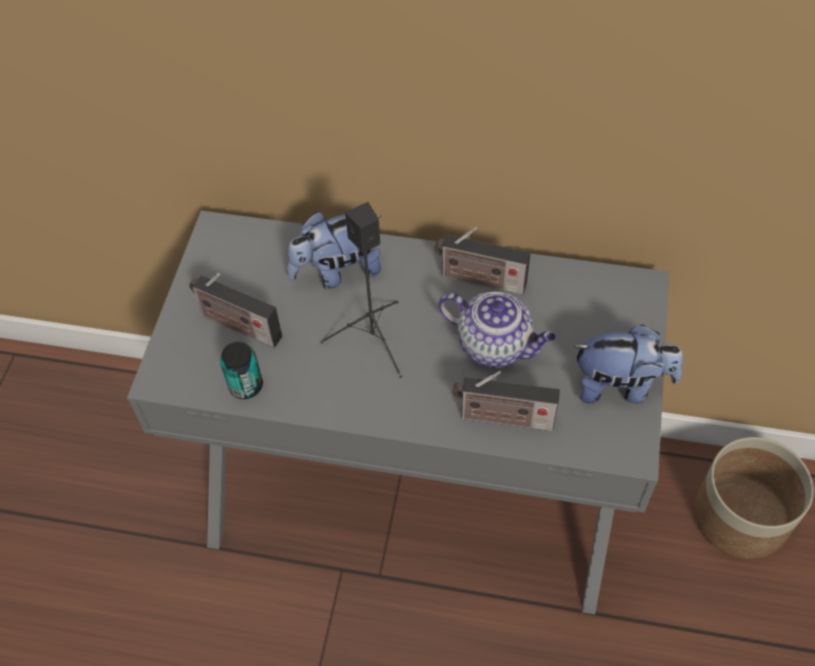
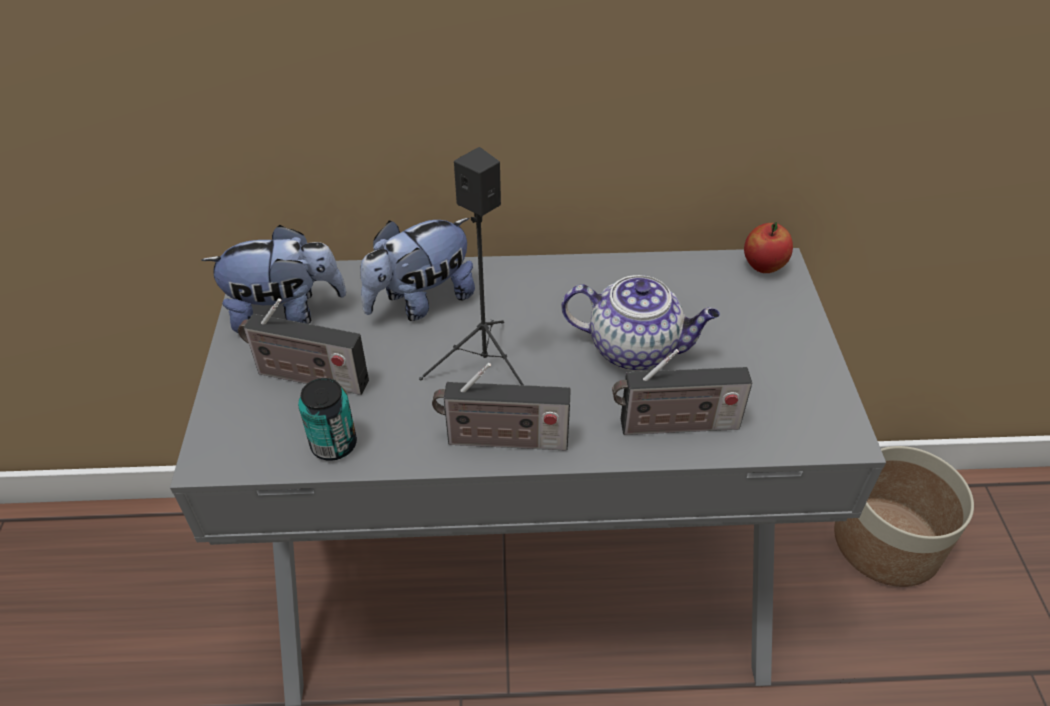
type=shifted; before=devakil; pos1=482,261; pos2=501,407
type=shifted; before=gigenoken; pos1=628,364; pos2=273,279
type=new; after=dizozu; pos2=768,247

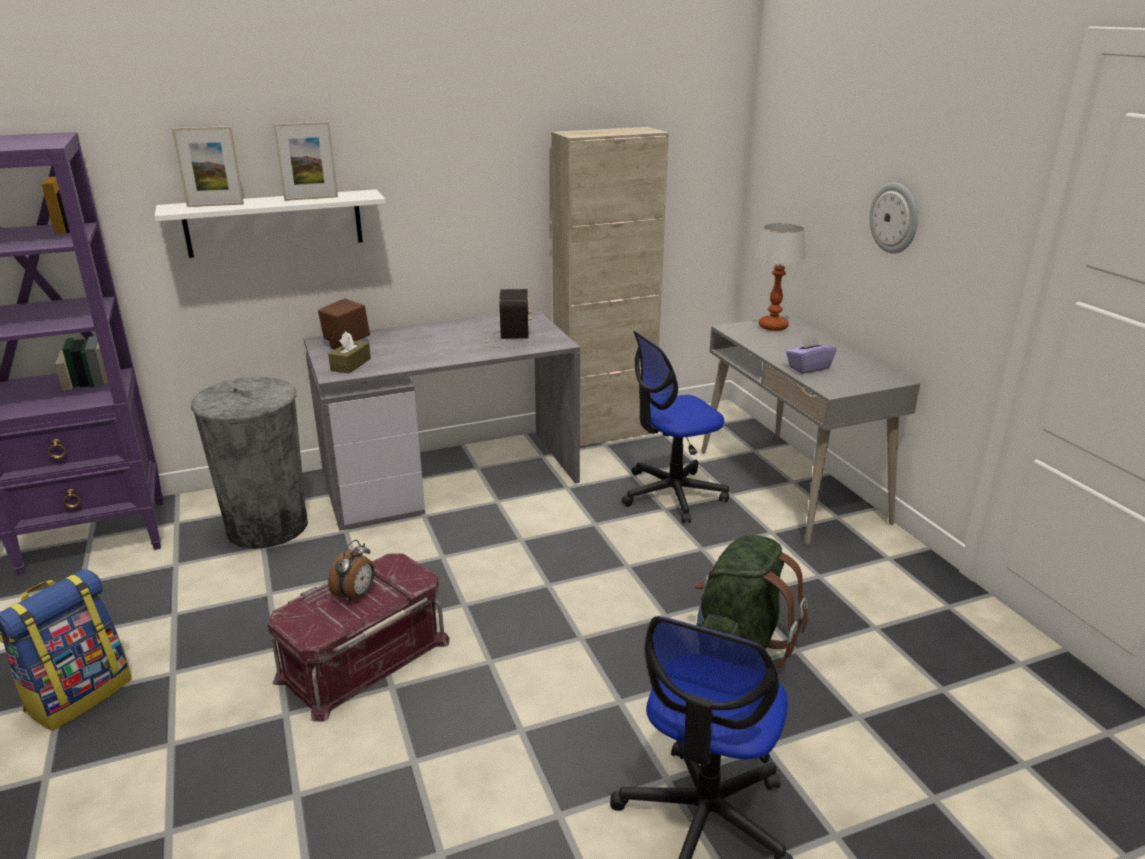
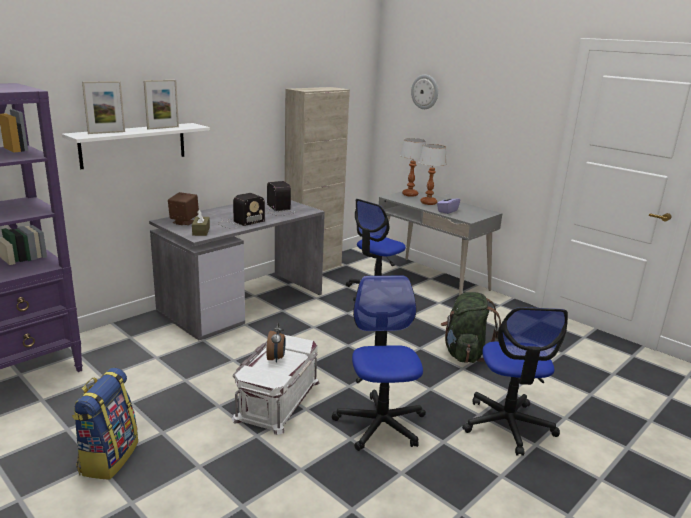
type=gone; before=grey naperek; pos1=249,463
type=repainted; before=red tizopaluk; after=white tizopaluk; pos1=358,637; pos2=276,385
type=shifted; before=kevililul; pos1=893,218; pos2=424,92
type=new; after=devakil; pos2=241,211
type=new; after=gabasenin; pos2=379,363
type=new; after=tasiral; pos2=433,174

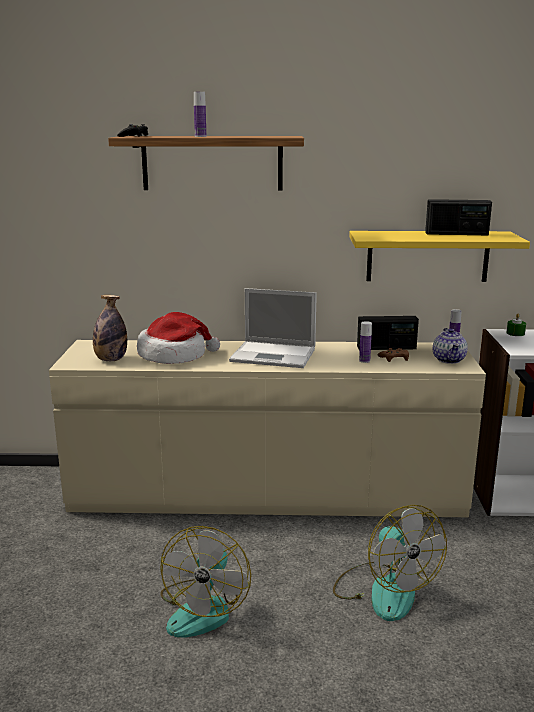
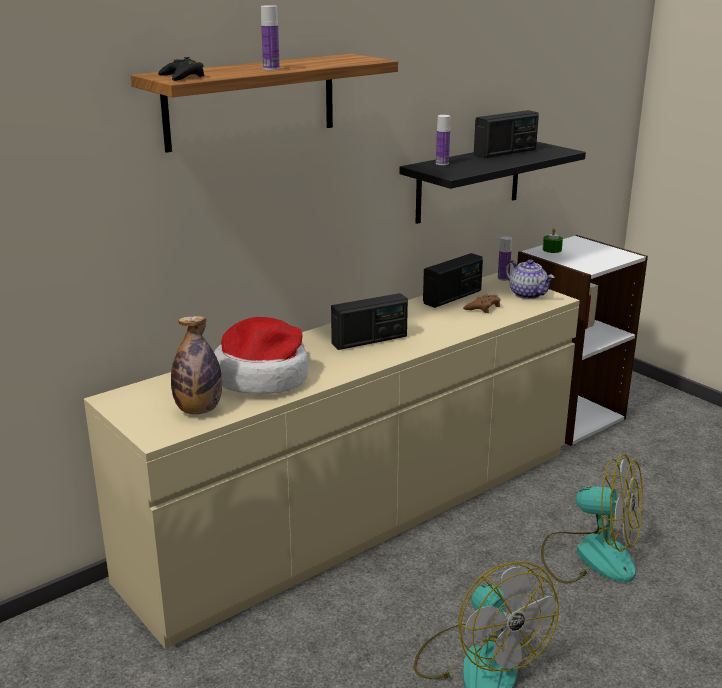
type=swapped; before=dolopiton; after=devakil; pos1=273,328; pos2=369,321
type=repainted; before=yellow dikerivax; after=black dikerivax; pos1=439,256; pos2=492,183
type=shifted; before=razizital; pos1=365,342; pos2=443,140

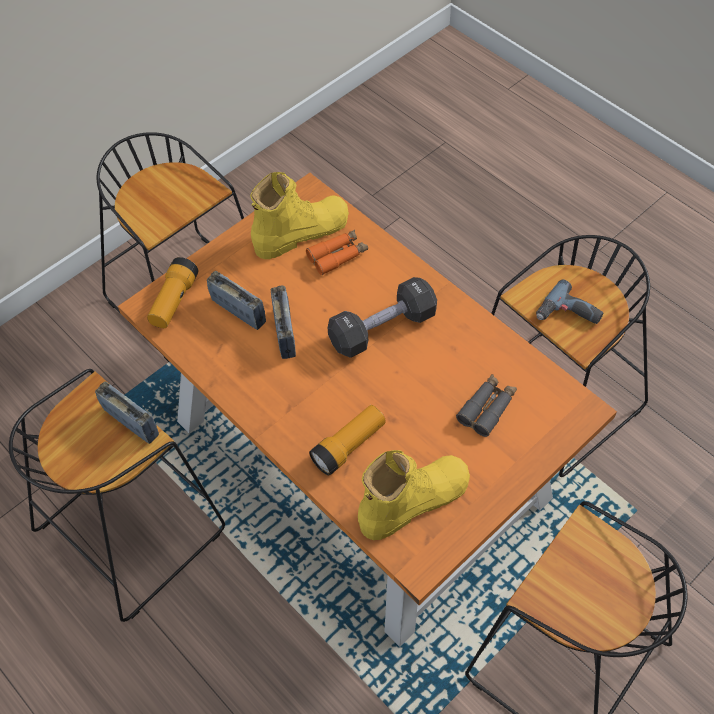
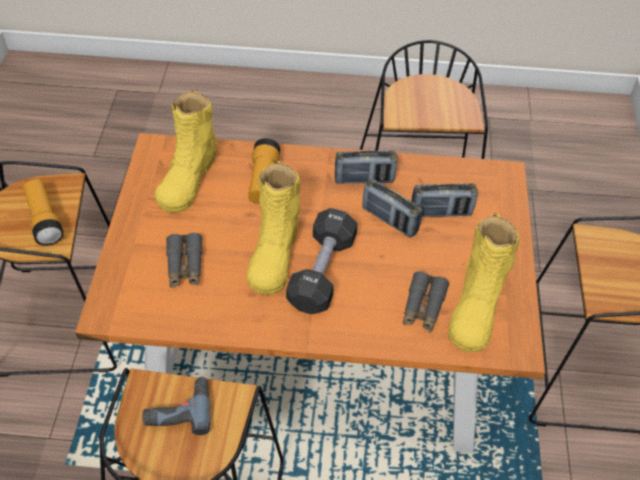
type=shifted; before=devakil; pos1=127,413; pos2=366,167
type=shifted; before=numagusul; pos1=172,292; pos2=43,212
type=repainted; before=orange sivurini; after=grey sivurini; pos1=337,252; pos2=426,302
type=new; after=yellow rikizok; pos2=273,228

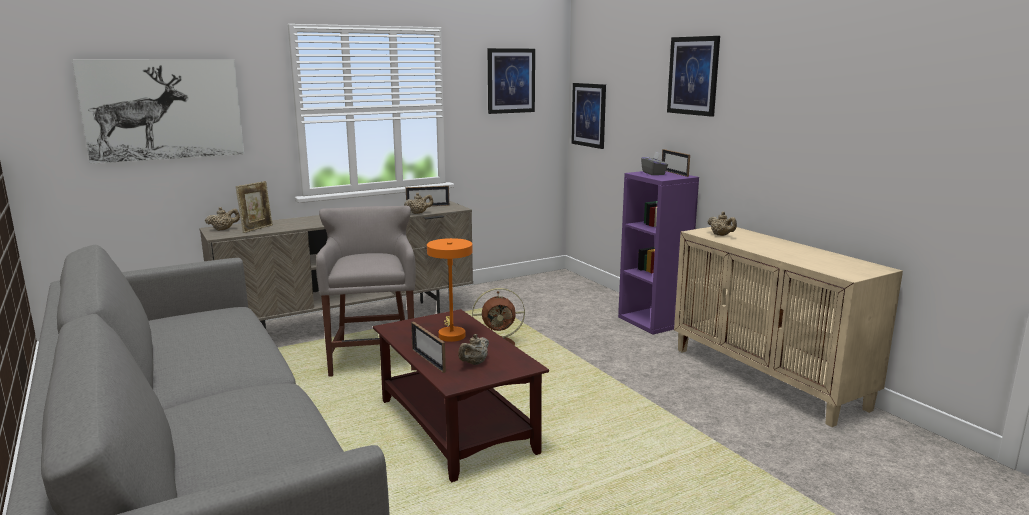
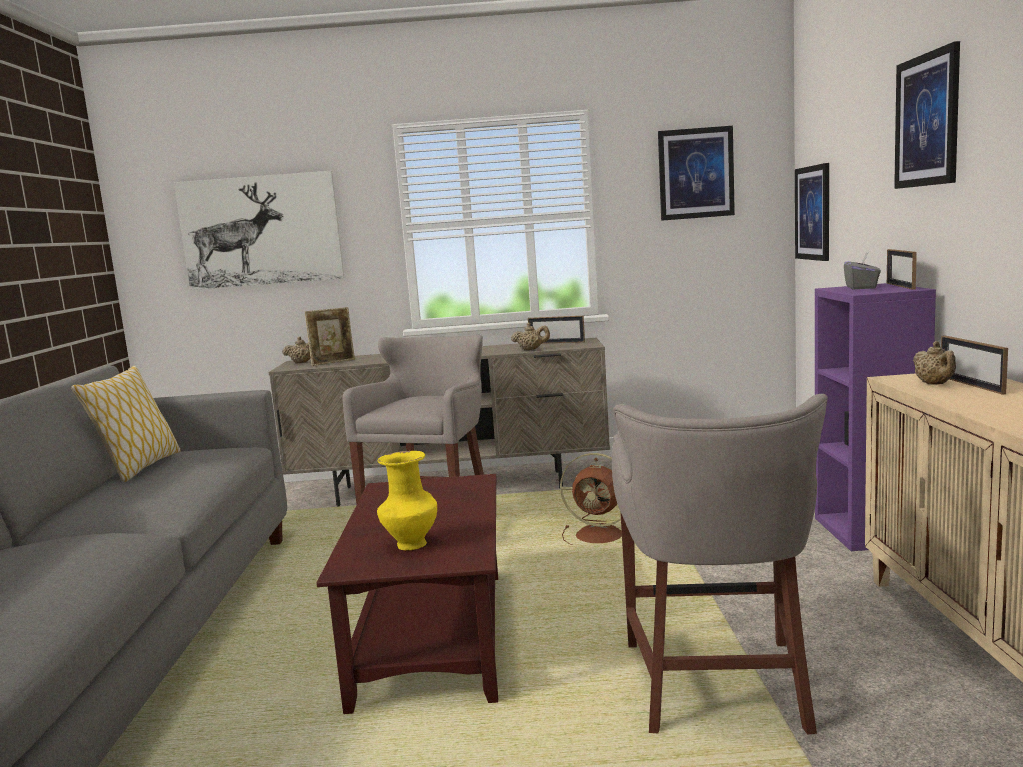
type=shifted; before=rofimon; pos1=428,347; pos2=974,365
type=gone; before=orange tasiral; pos1=450,290
type=swapped; before=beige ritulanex; after=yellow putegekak; pos1=473,349; pos2=407,500
type=new; after=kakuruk; pos2=125,423
type=new; after=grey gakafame; pos2=720,564

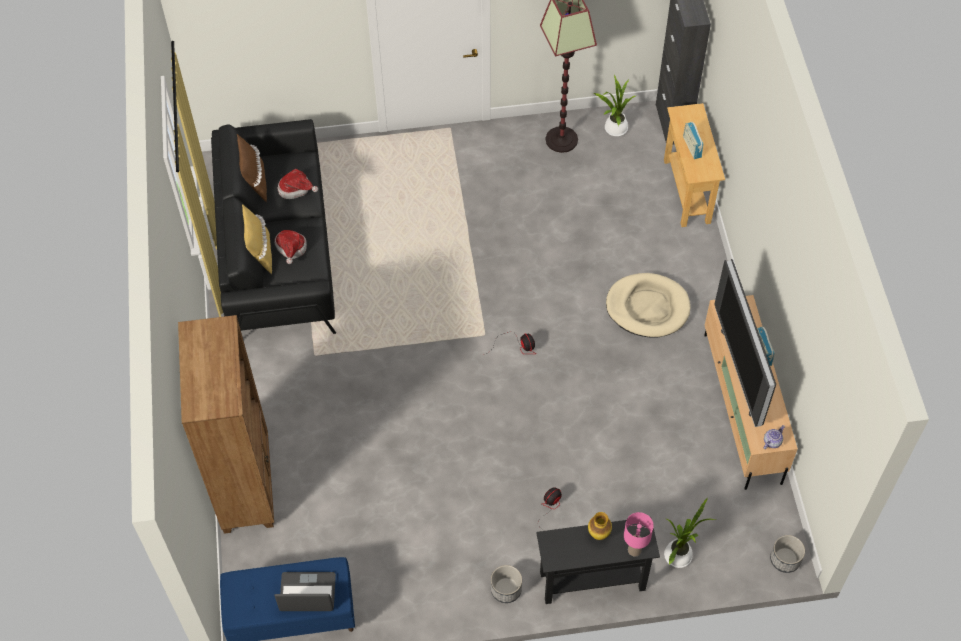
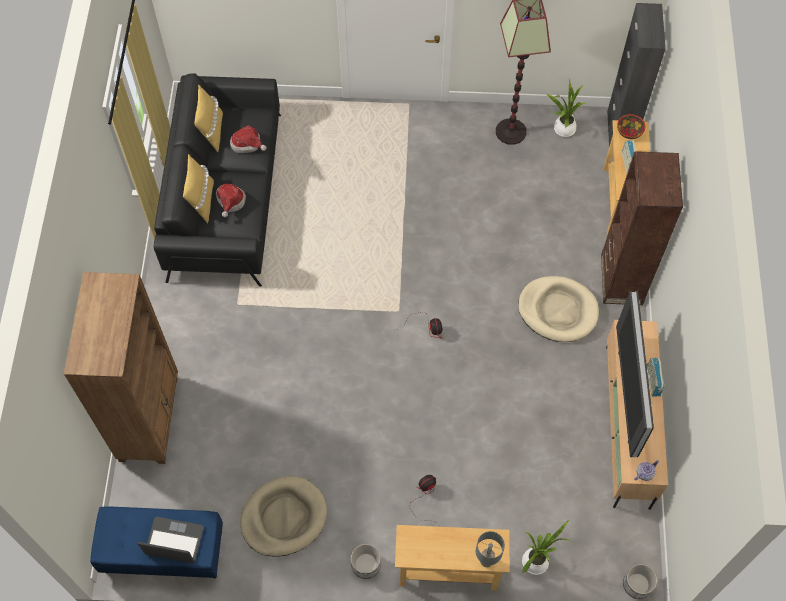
type=repainted; before=brown kakuruk; after=yellow kakuruk; pos1=252,168; pos2=208,118
type=repainted; before=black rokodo; after=beige rokodo; pos1=598,560; pos2=452,558
type=gone; before=putegekak; pos1=600,526
type=repainted; before=pink tasiral; after=grey tasiral; pos1=639,534; pos2=490,549
type=new; after=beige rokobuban; pos2=283,516
type=new; after=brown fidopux; pos2=642,228
type=new; after=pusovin; pos2=631,126

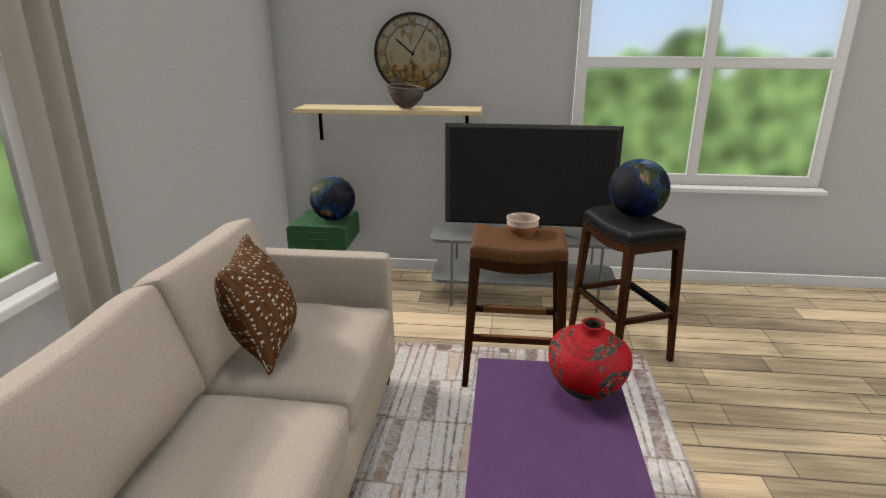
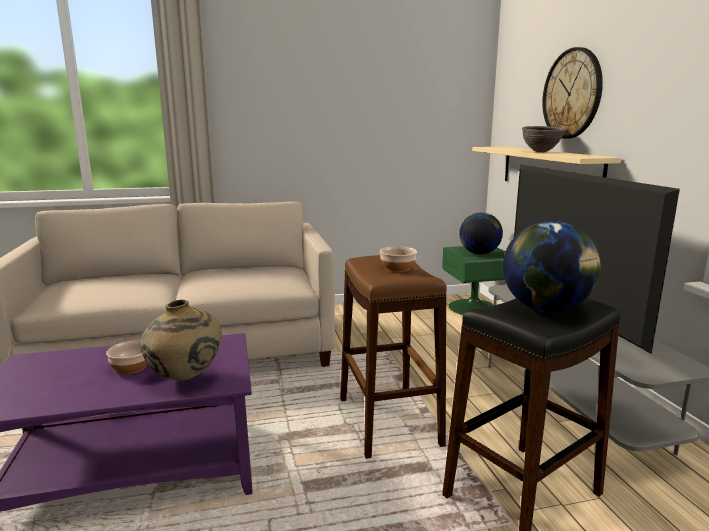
type=gone; before=brown kakuruk; pos1=255,304
type=repainted; before=red putegekak; after=beige putegekak; pos1=590,359; pos2=181,340
type=new; after=pusovin; pos2=126,357

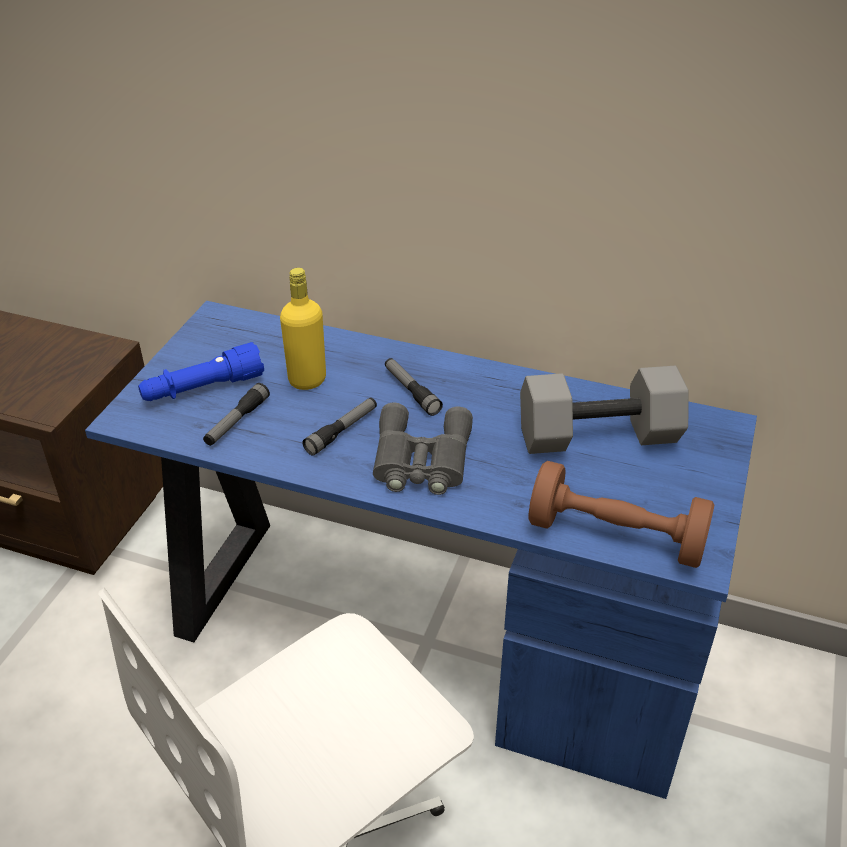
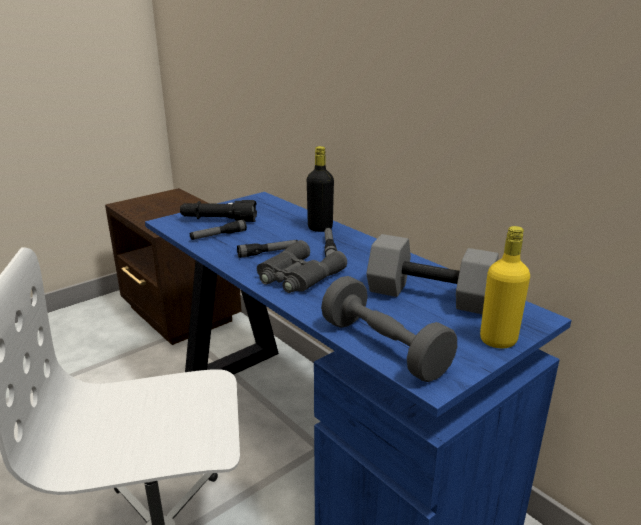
type=repainted; before=blue numagusul; after=black numagusul; pos1=201,371; pos2=218,211
type=shifted; before=yellow razizital; pos1=303,329; pos2=505,287
type=repainted; before=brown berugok; after=grey berugok; pos1=622,514; pos2=389,329
type=new; after=black razizital; pos2=320,189

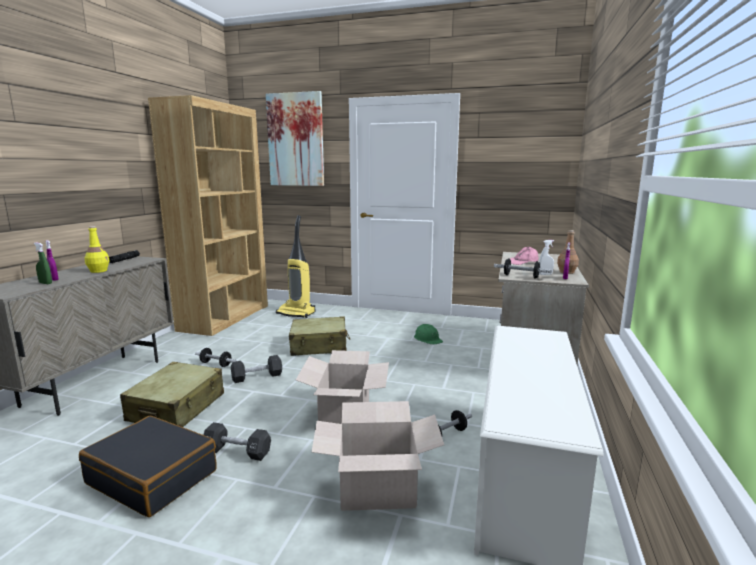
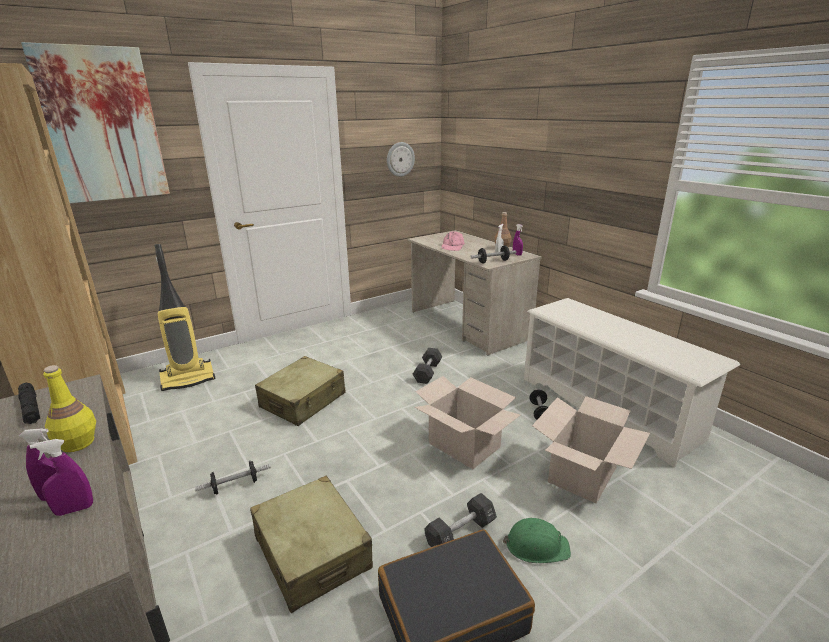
type=repainted; before=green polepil; after=purple polepil; pos1=43,263; pos2=61,477
type=shifted; before=black berugok; pos1=256,369; pos2=427,366
type=shifted; before=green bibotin; pos1=428,334; pos2=536,540
type=new; after=kevililul; pos2=401,159

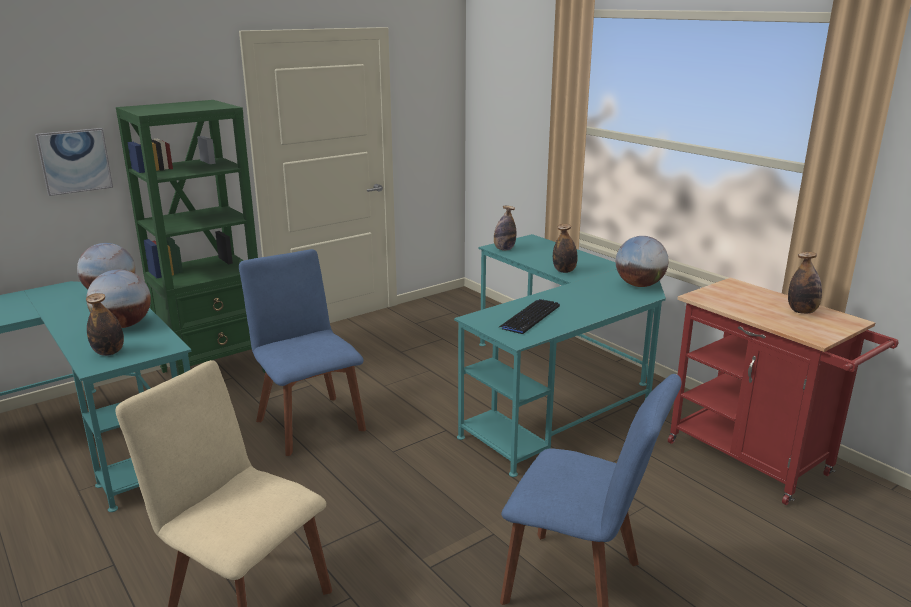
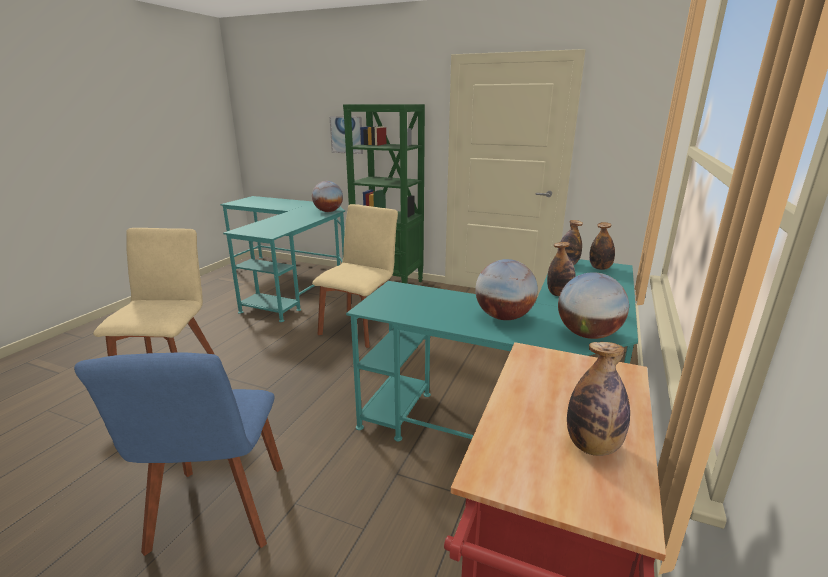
type=shifted; before=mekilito; pos1=118,299; pos2=506,289
type=shifted; before=razizital; pos1=105,324; pos2=602,246
type=repainted; before=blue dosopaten; after=beige dosopaten; pos1=302,352; pos2=355,276
type=gone; before=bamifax; pos1=529,316

